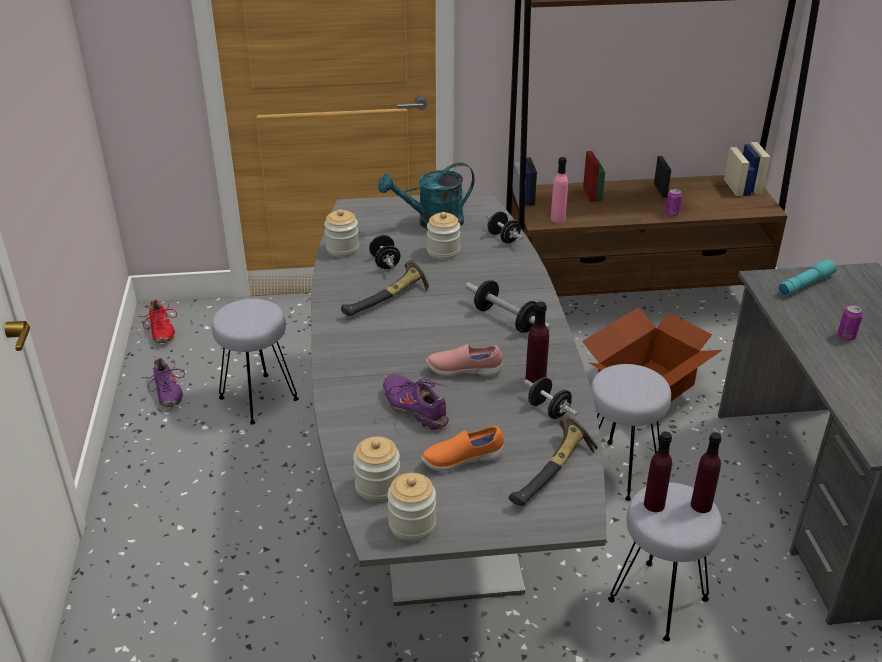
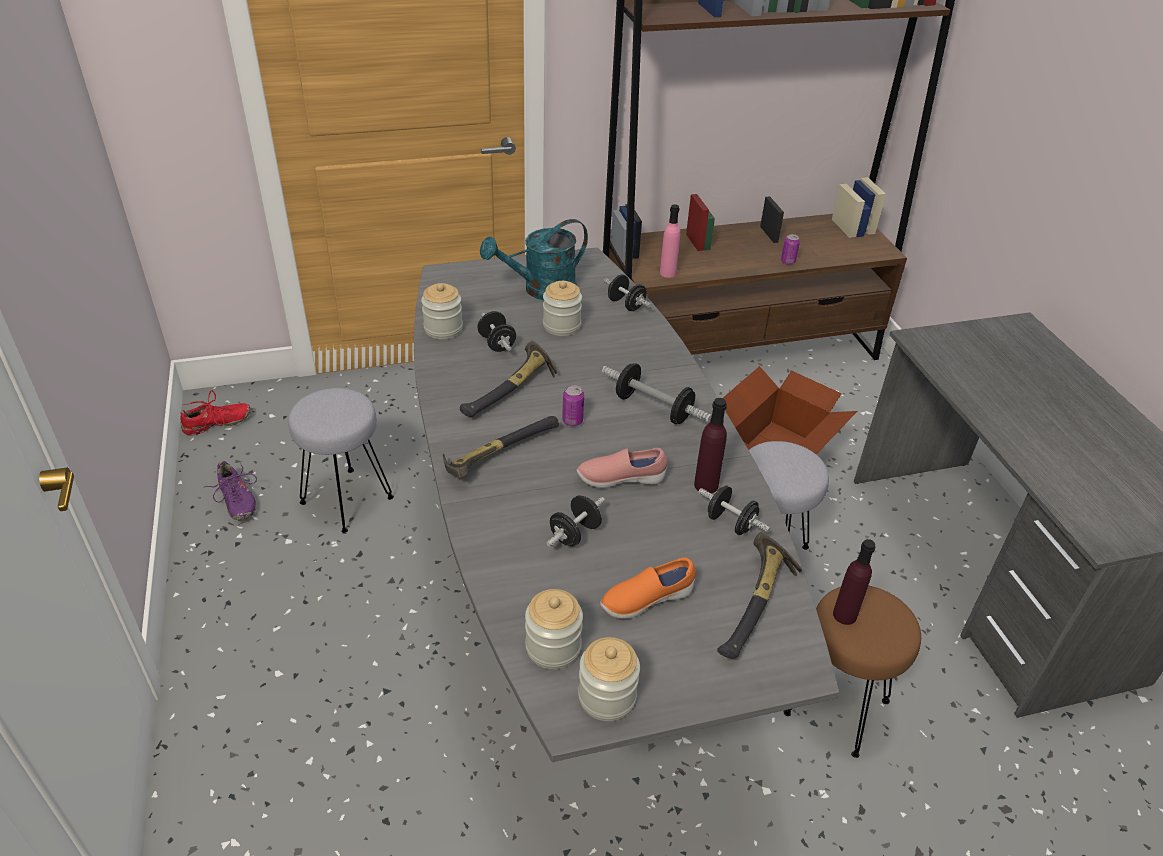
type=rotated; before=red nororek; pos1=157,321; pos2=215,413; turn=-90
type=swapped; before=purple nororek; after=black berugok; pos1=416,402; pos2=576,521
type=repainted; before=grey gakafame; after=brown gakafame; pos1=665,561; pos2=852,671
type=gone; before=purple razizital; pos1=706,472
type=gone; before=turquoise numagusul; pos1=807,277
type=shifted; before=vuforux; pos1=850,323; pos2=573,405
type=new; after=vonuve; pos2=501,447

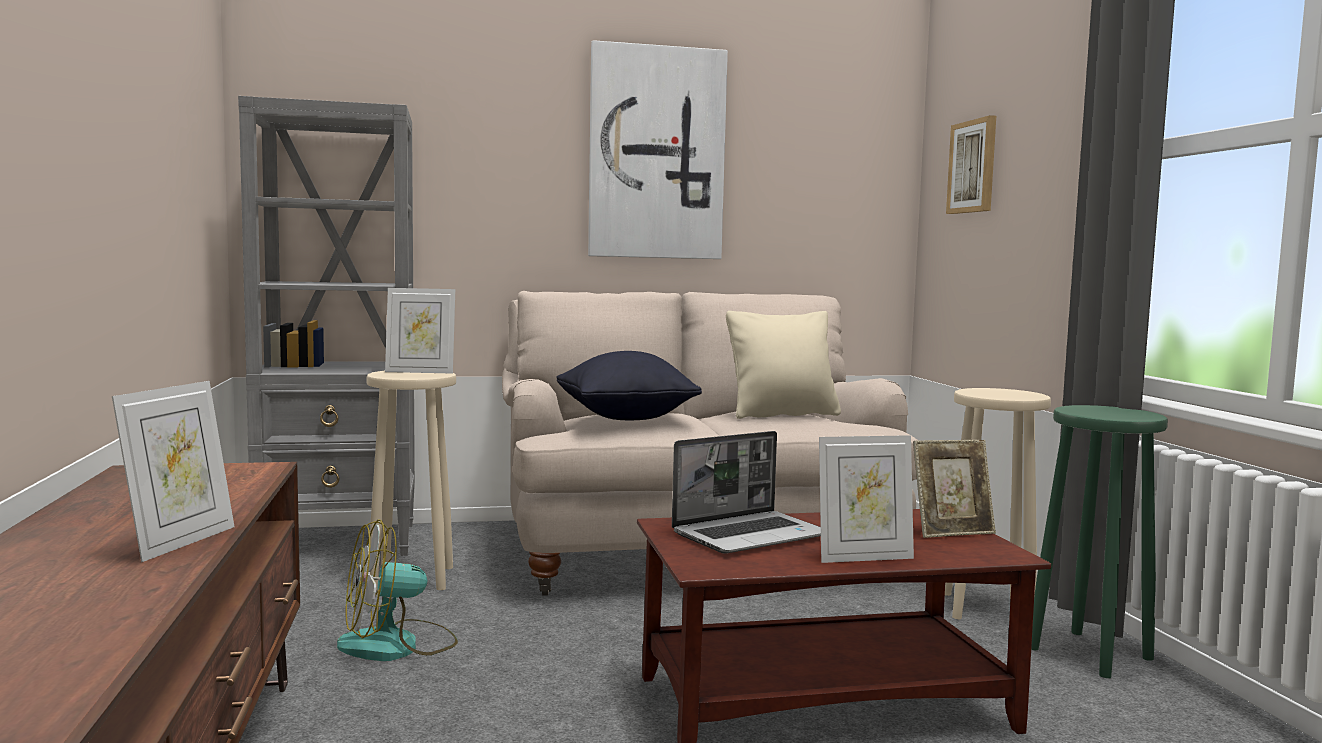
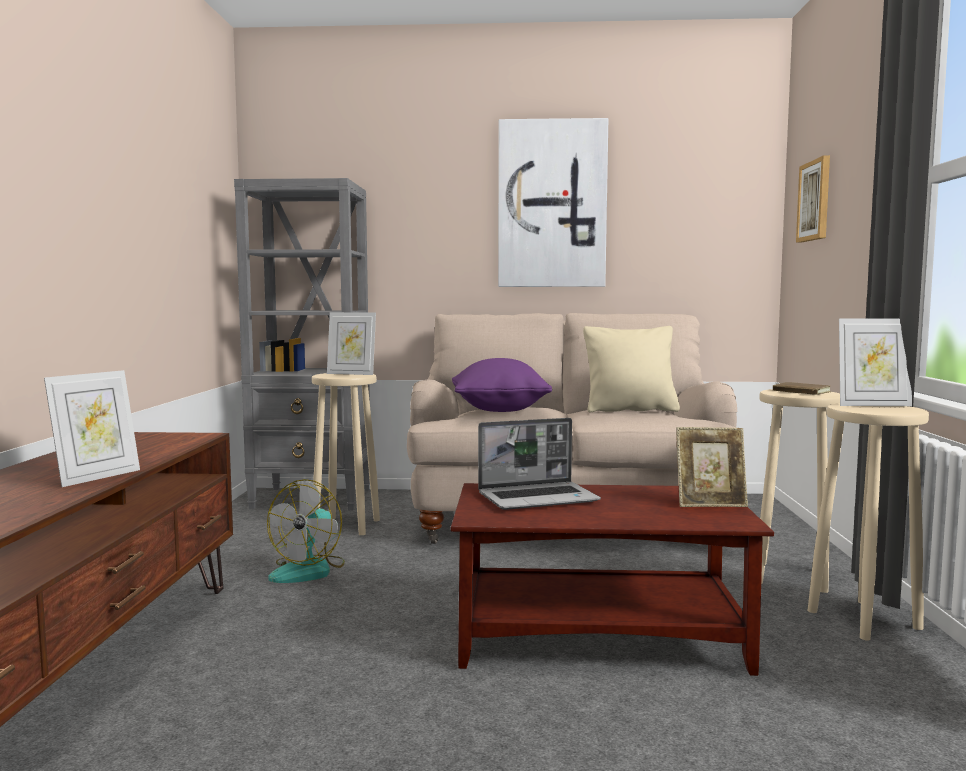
type=rotated; before=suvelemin; pos1=397,590; pos2=306,531; turn=-60
type=repainted; before=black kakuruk; after=purple kakuruk; pos1=629,385; pos2=502,385
type=shifted; before=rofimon; pos1=866,499; pos2=875,362
type=repainted; before=green gakafame; after=beige gakafame; pos1=1099,541; pos2=868,522
type=new; after=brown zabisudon; pos2=802,388

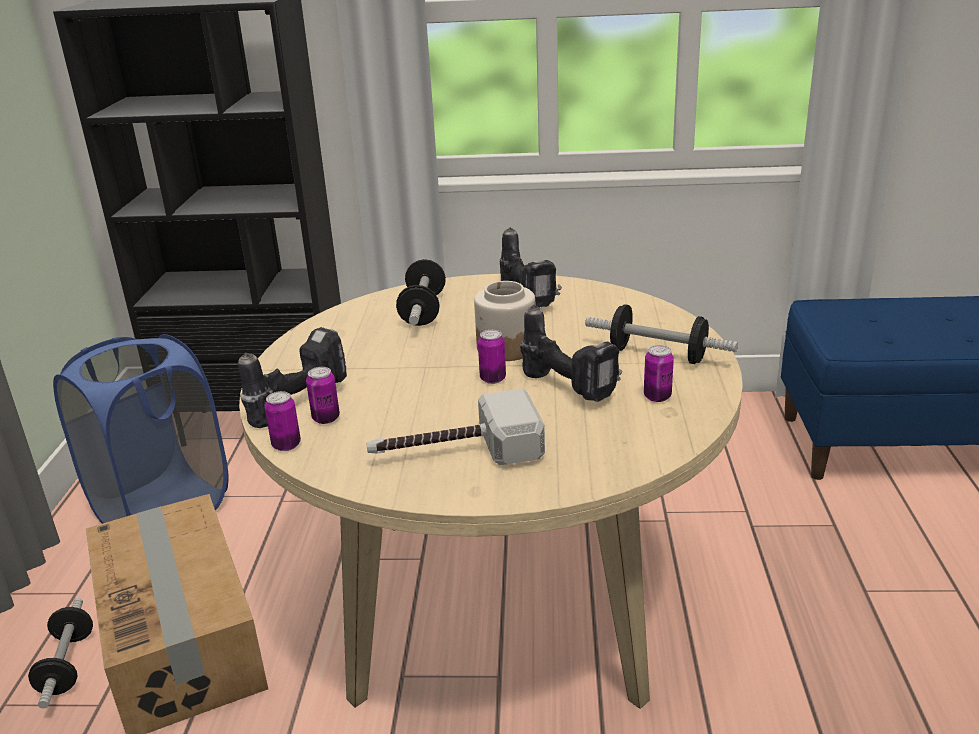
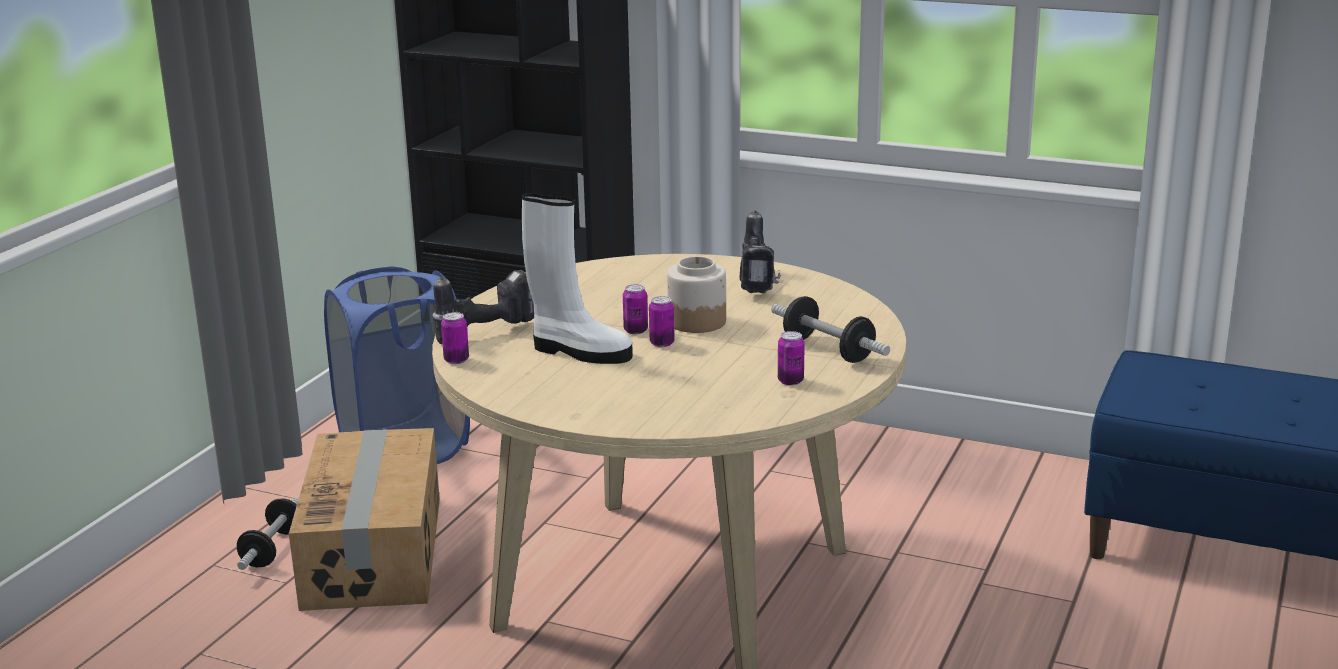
type=shifted; before=vuforux; pos1=323,395; pos2=635,309
type=gone; before=vonuve; pos1=455,426
type=gone; before=berugok; pos1=421,292
type=gone; before=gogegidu; pos1=571,353
type=new; after=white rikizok; pos2=577,278

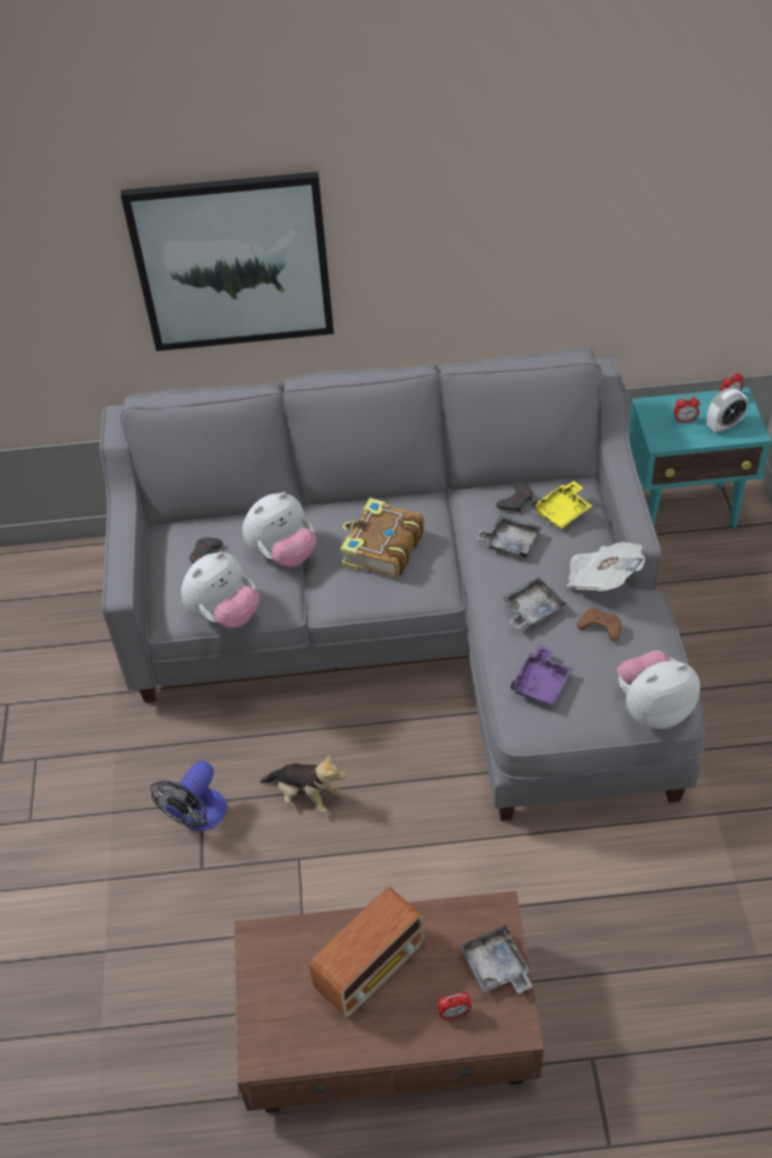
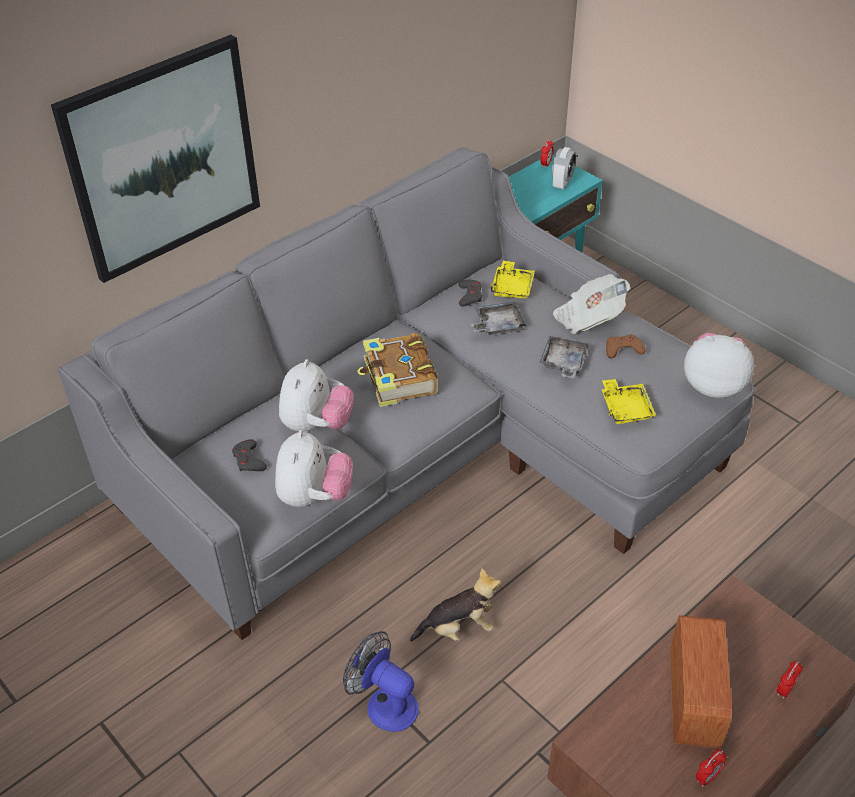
type=rotated; before=suvelemin; pos1=189,796; pos2=381,681; turn=135
type=gone; before=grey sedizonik; pos1=496,959
type=repainted; before=purple sedizonik; after=yellow sedizonik; pos1=541,675; pos2=629,401
type=rotated; before=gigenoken; pos1=658,689; pos2=719,365; turn=75
type=shifted; before=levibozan; pos1=687,409; pos2=711,768

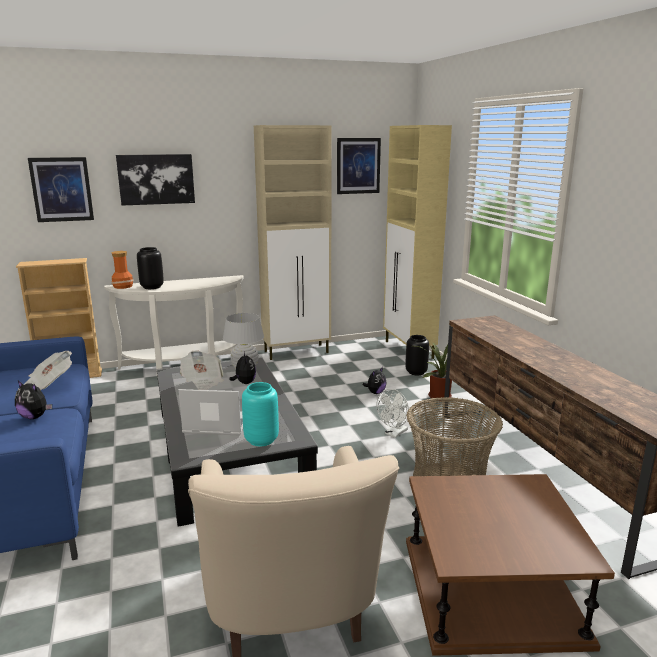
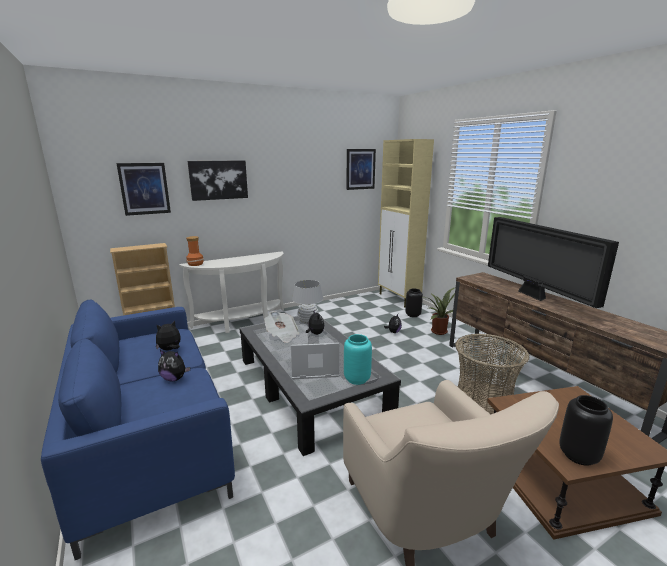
type=swapped; before=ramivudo; after=gigenoken; pos1=45,370; pos2=168,335
type=shifted; before=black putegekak; pos1=150,268; pos2=586,430
type=gone; before=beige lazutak; pos1=293,242
type=gone; before=white suvelemin; pos1=392,413
type=new; after=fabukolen; pos2=553,262

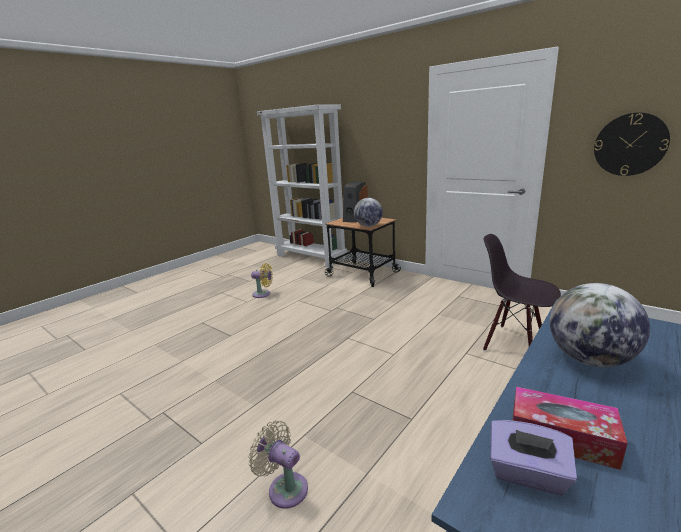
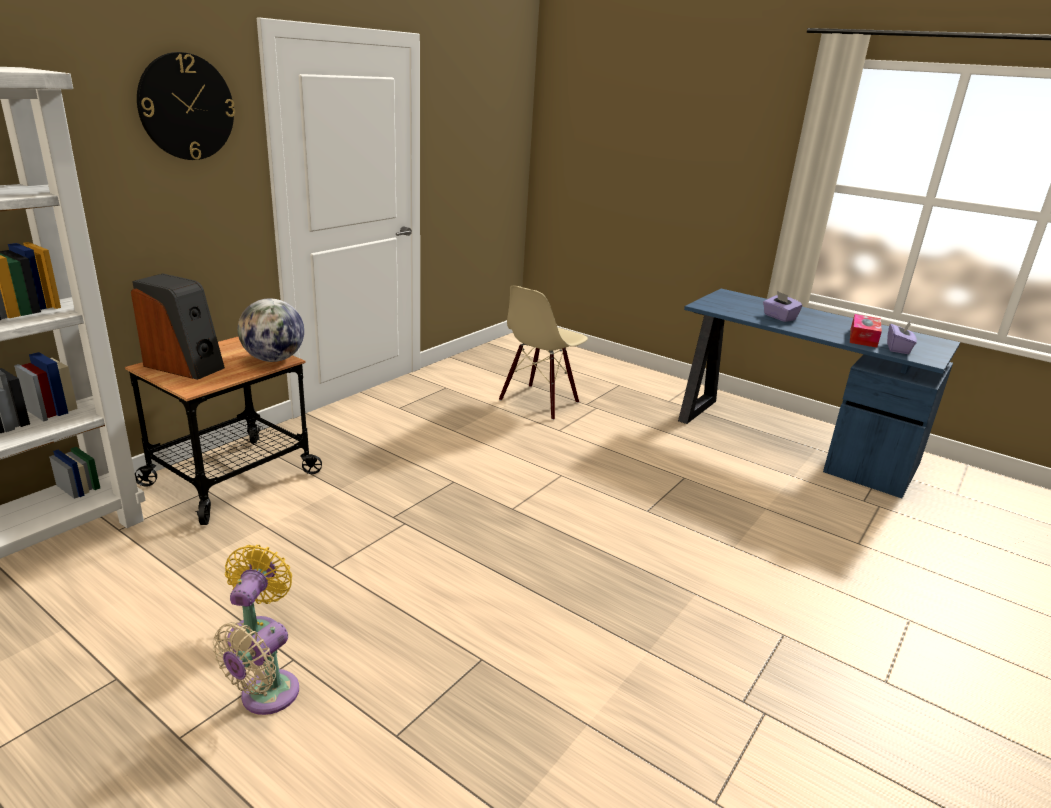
type=shifted; before=beige suvelemin; pos1=278,465; pos2=256,668
type=repainted; before=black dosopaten; after=beige dosopaten; pos1=522,292; pos2=543,353
type=swapped; before=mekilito; after=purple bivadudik; pos1=600,325; pos2=783,306
type=shifted; before=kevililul; pos1=632,144; pos2=186,106

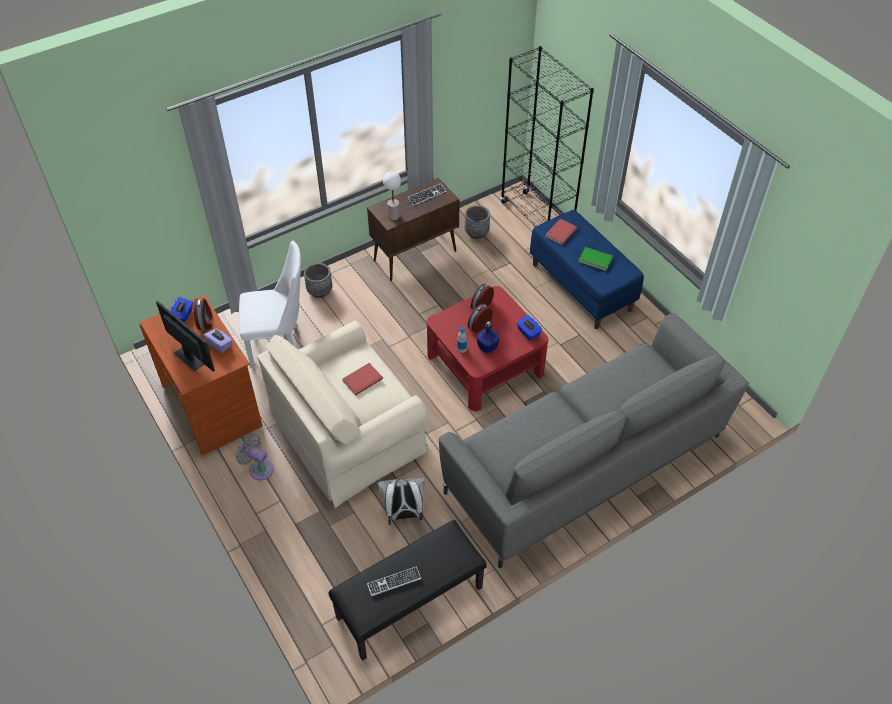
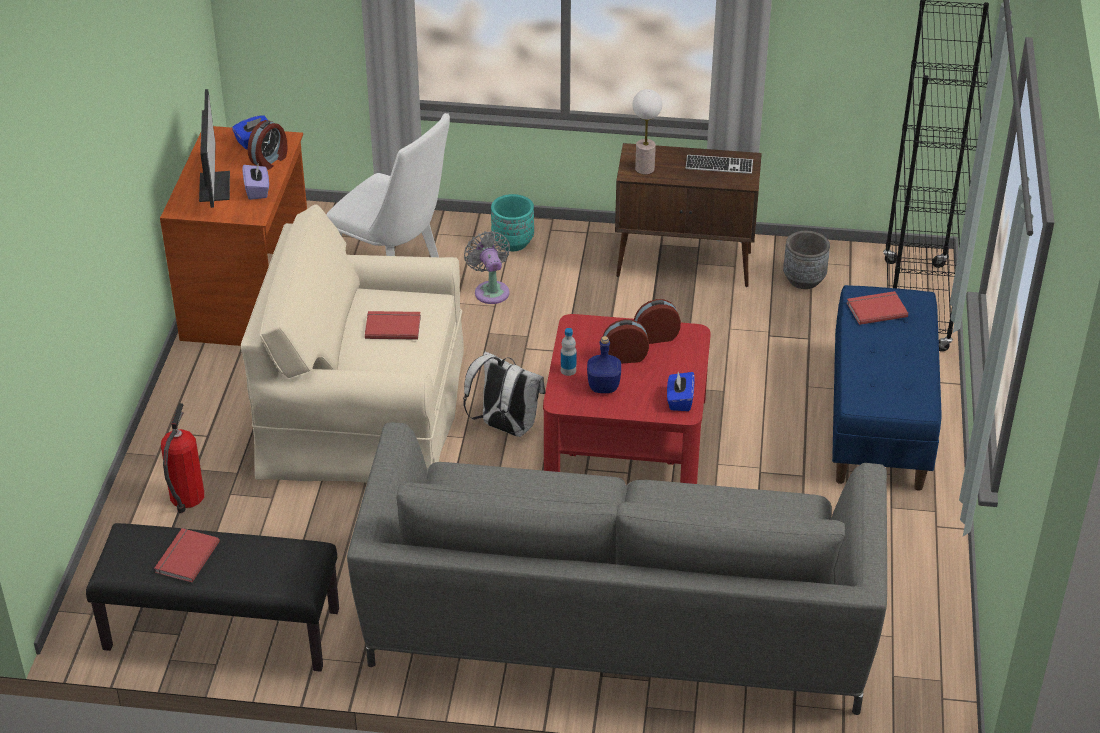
type=shifted; before=grey suvelemin; pos1=255,457; pos2=487,267
type=repainted; before=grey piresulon; after=turquoise piresulon; pos1=318,280; pos2=512,222
type=swapped; before=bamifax; after=red zabisudon; pos1=394,581; pos2=187,555
type=shifted; before=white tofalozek; pos1=401,501; pos2=504,394
type=gone; before=green zabisudon; pos1=595,259
type=new; after=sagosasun; pos2=182,458

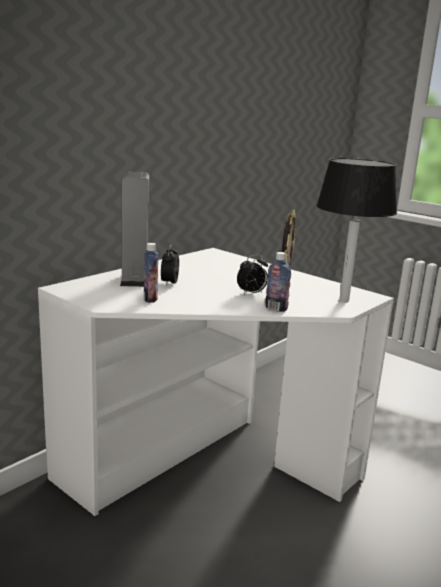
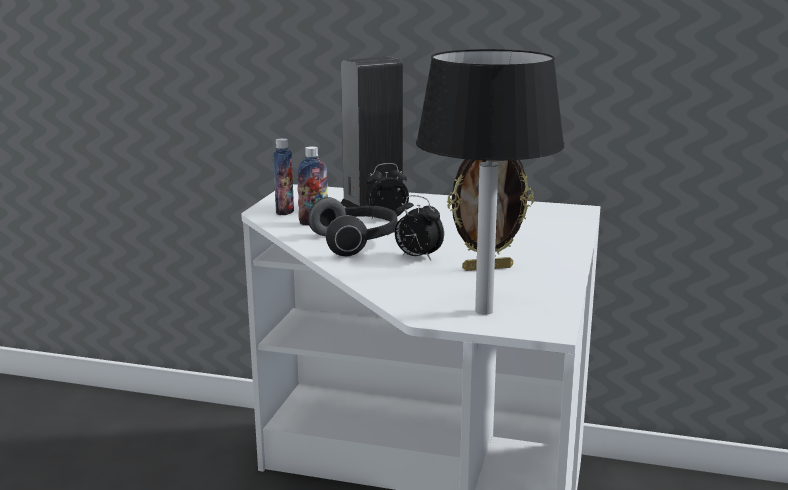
type=shifted; before=razizital; pos1=278,282; pos2=283,176
type=new; after=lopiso; pos2=353,226

